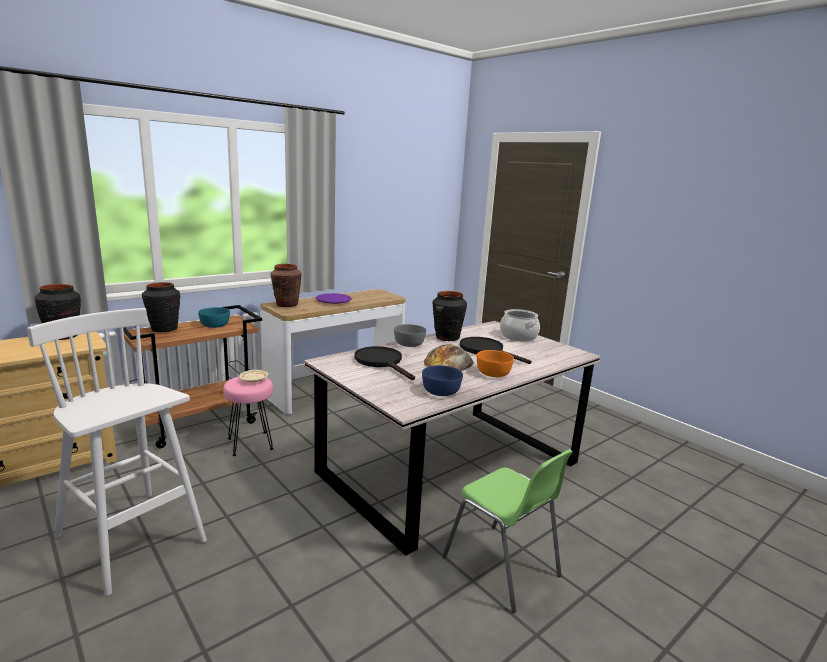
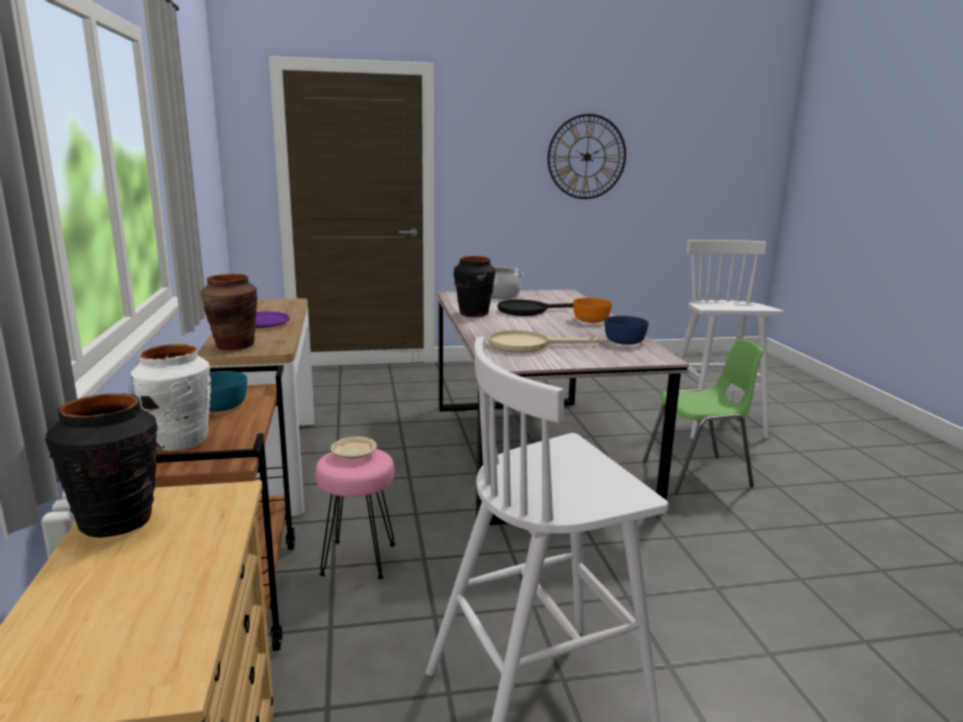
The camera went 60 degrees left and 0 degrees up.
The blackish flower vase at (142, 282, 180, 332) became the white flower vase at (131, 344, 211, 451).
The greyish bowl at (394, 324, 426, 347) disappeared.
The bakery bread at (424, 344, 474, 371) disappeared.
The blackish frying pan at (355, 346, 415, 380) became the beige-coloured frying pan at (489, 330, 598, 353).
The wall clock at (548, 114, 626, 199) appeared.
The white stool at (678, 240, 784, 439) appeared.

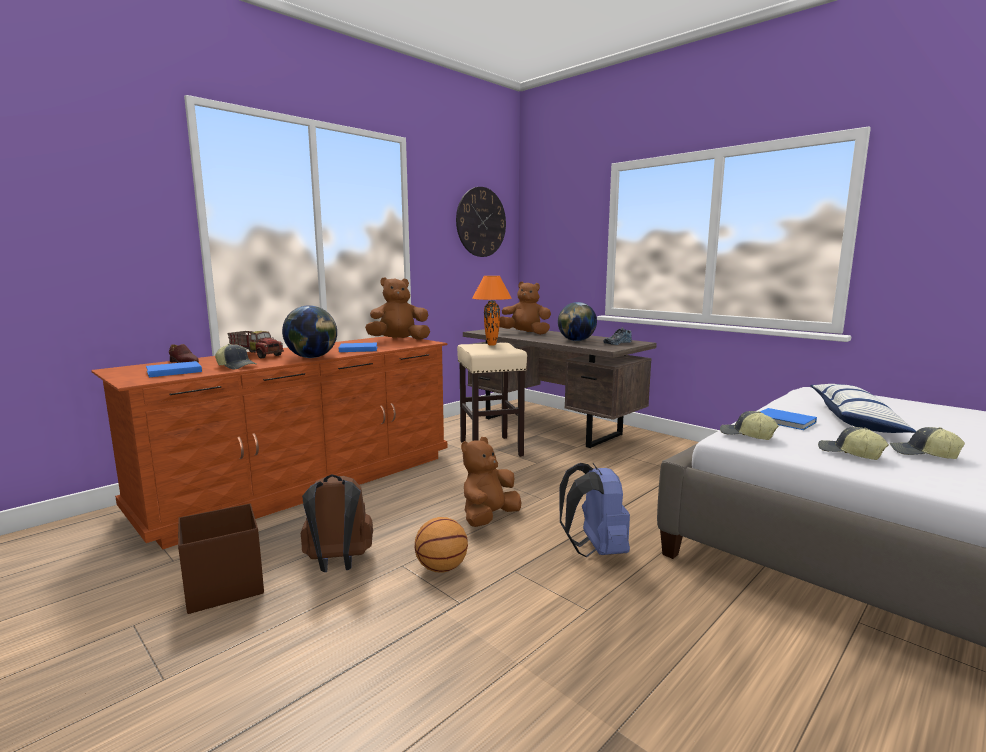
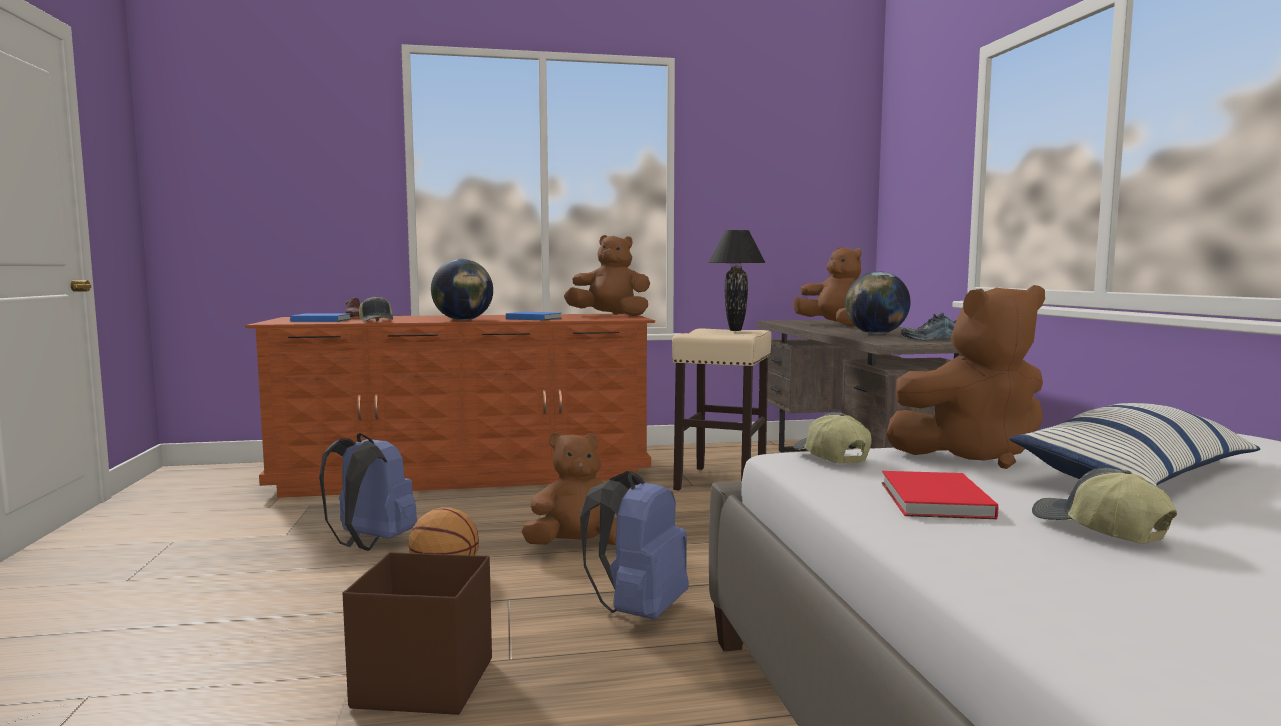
The camera went 35 degrees right and 5 degrees down.
The wall clock at (456, 187, 506, 257) disappeared.
The orangey lamp for a table at (472, 276, 512, 345) became the blackish lamp for a table at (708, 230, 766, 331).
The toy truck at (228, 331, 284, 359) disappeared.
The bluish bound book at (760, 408, 817, 430) was replaced by the brownish plush toy at (887, 285, 1045, 469).
The peaked cap at (818, 427, 889, 460) was replaced by the red-coloured bound book at (882, 471, 998, 519).
The brownish rucksack at (301, 474, 373, 572) became the bluish rucksack at (319, 433, 417, 551).
The brownish storage box moved from (178, 503, 264, 614) to (343, 552, 492, 715).

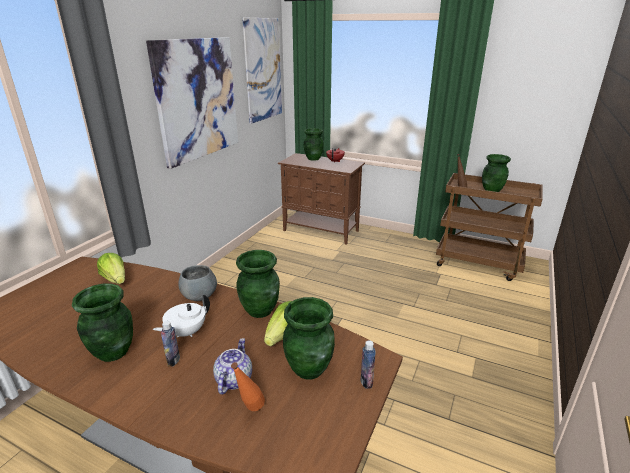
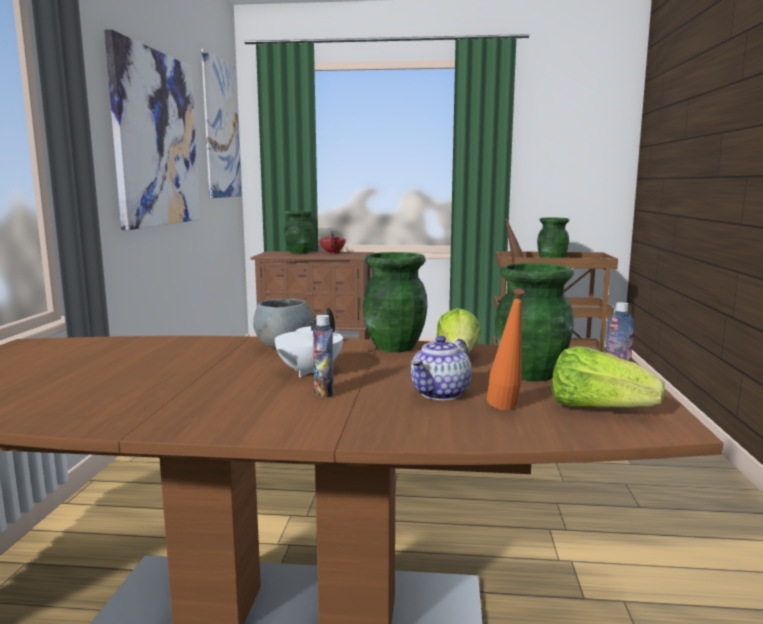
The camera went 20 degrees left and 15 degrees down.
The lettuce moved from (97, 253, 125, 284) to (551, 346, 665, 408).
The green-coloured flower vase at (72, 284, 133, 362) disappeared.
The tea pot at (213, 338, 252, 394) turned 135 degrees counterclockwise.

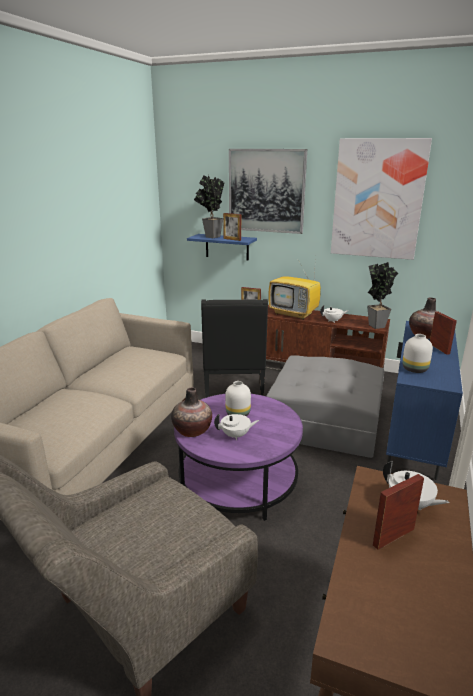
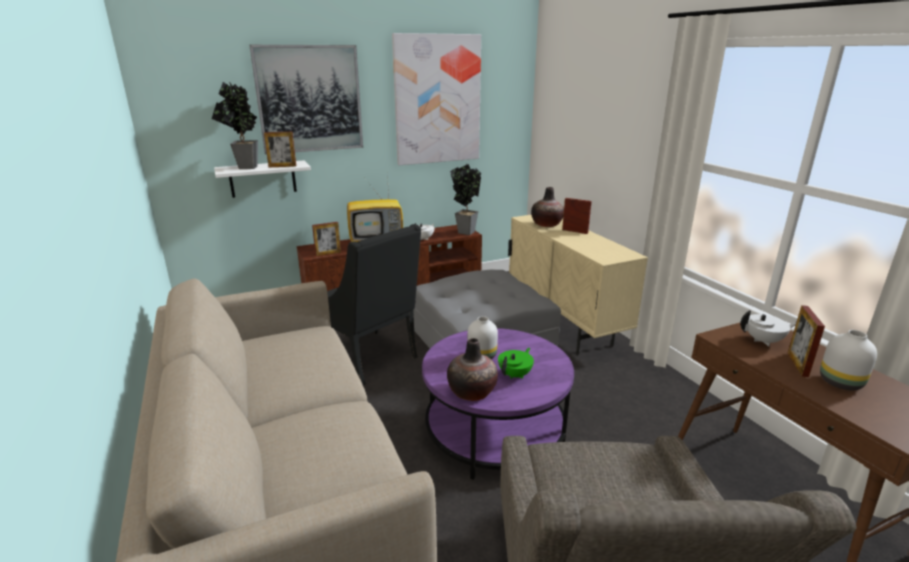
The camera went 45 degrees left and 0 degrees up.
The bluish shelf at (187, 234, 257, 260) became the white shelf at (214, 160, 311, 198).
The bluish cabinet at (386, 321, 463, 480) became the beige-coloured cabinet at (508, 215, 648, 356).
The white flower vase moved from (402, 334, 433, 373) to (820, 330, 877, 390).
The white tea pot at (214, 414, 259, 440) became the green-coloured tea pot at (498, 348, 534, 379).

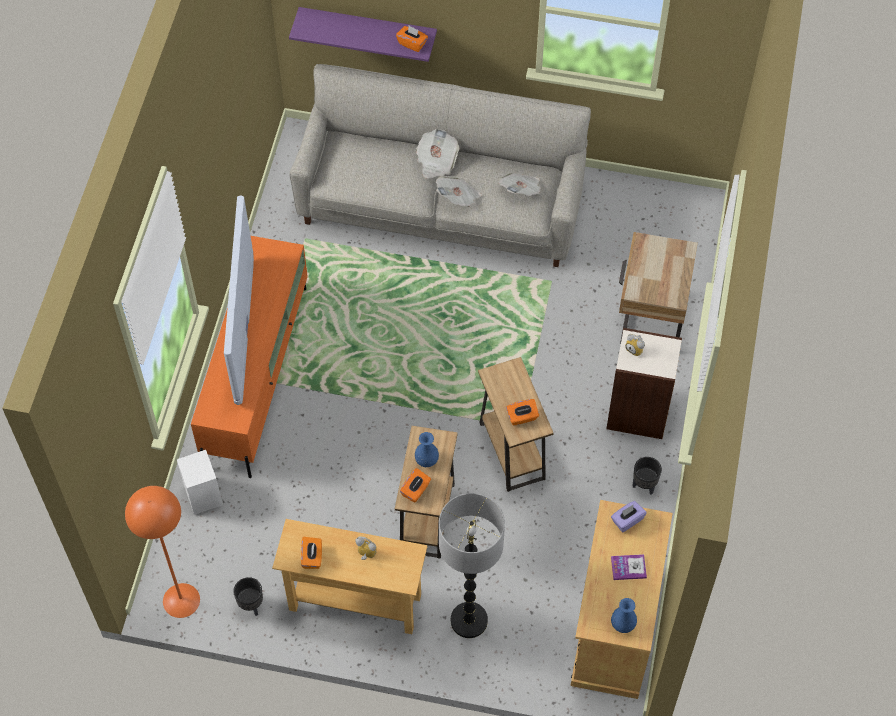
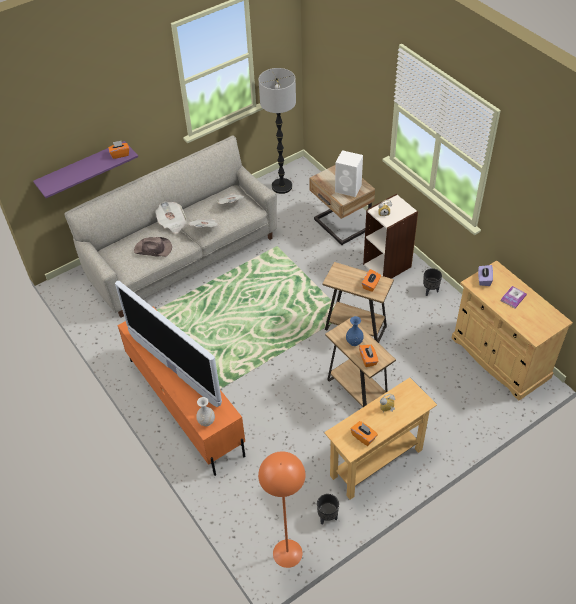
The camera went 45 degrees left and 10 degrees down.
The white audio speaker moved from (177, 450, 223, 515) to (335, 150, 363, 197).
The standard lamp moved from (439, 493, 505, 638) to (258, 68, 296, 194).
The bluish flower vase at (611, 598, 637, 633) disappeared.
The brownish clothing hat at (134, 237, 172, 257) appeared.
The white flower vase at (196, 397, 215, 426) appeared.

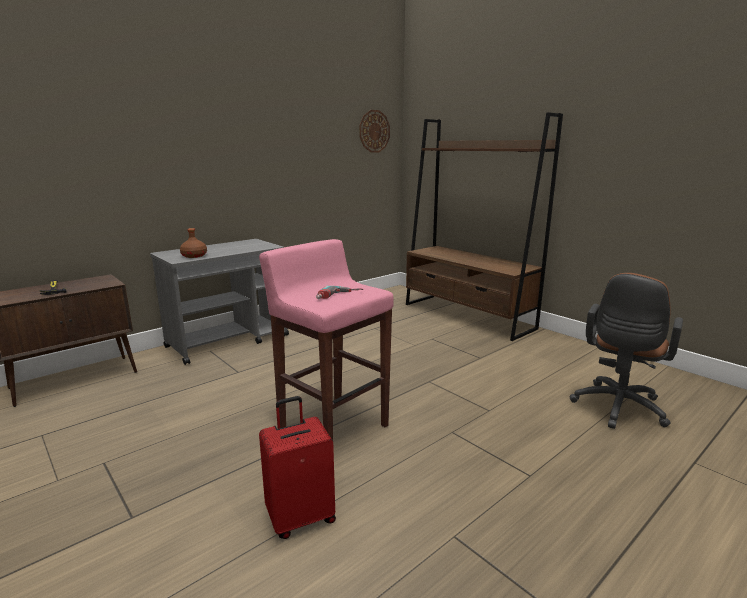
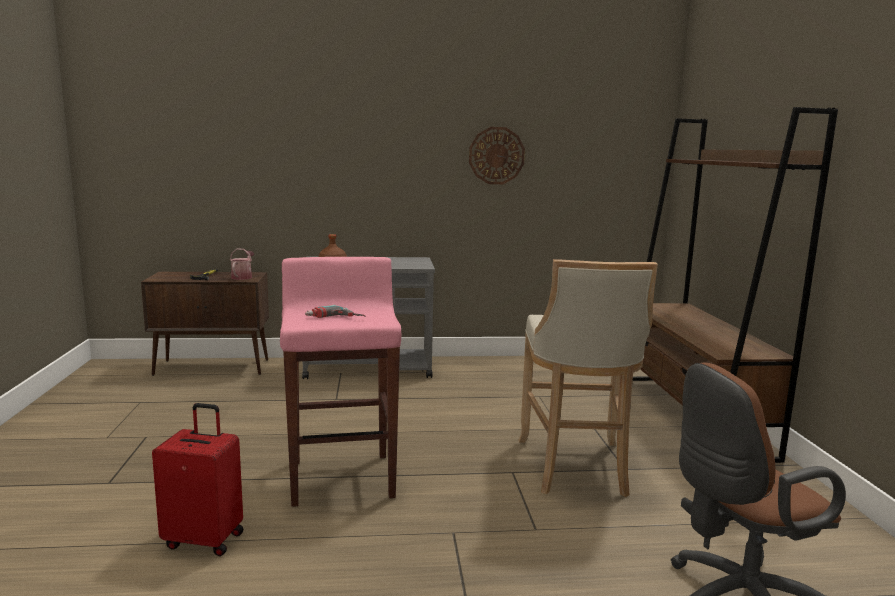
The camera went 35 degrees right and 5 degrees down.
The wall clock moved from (359, 110, 390, 153) to (469, 127, 525, 184).
The sprinkling can at (230, 248, 254, 280) appeared.
The beige-coloured stool at (519, 259, 658, 497) appeared.

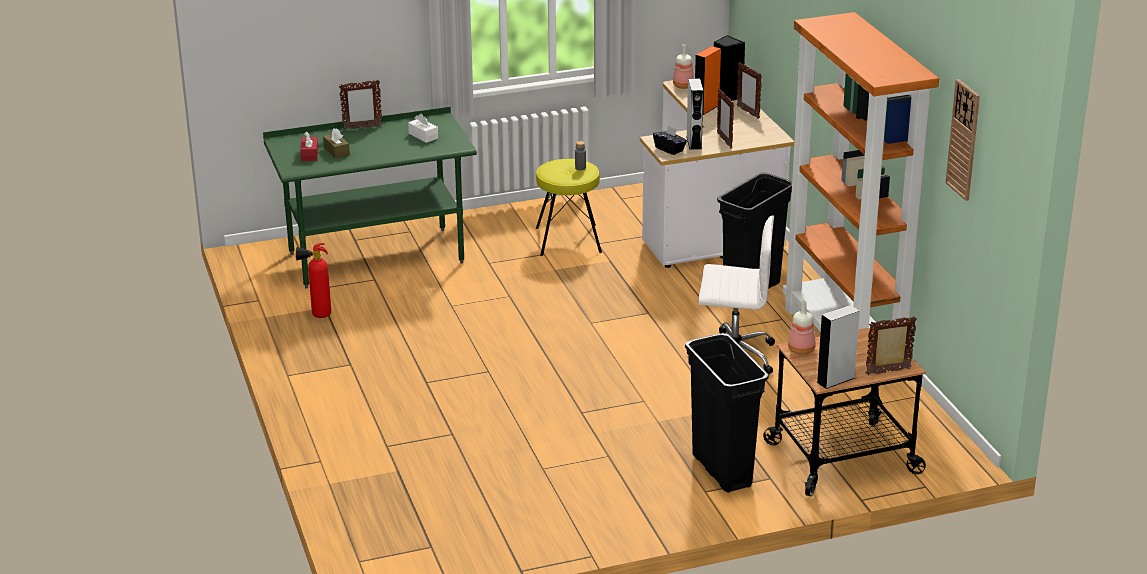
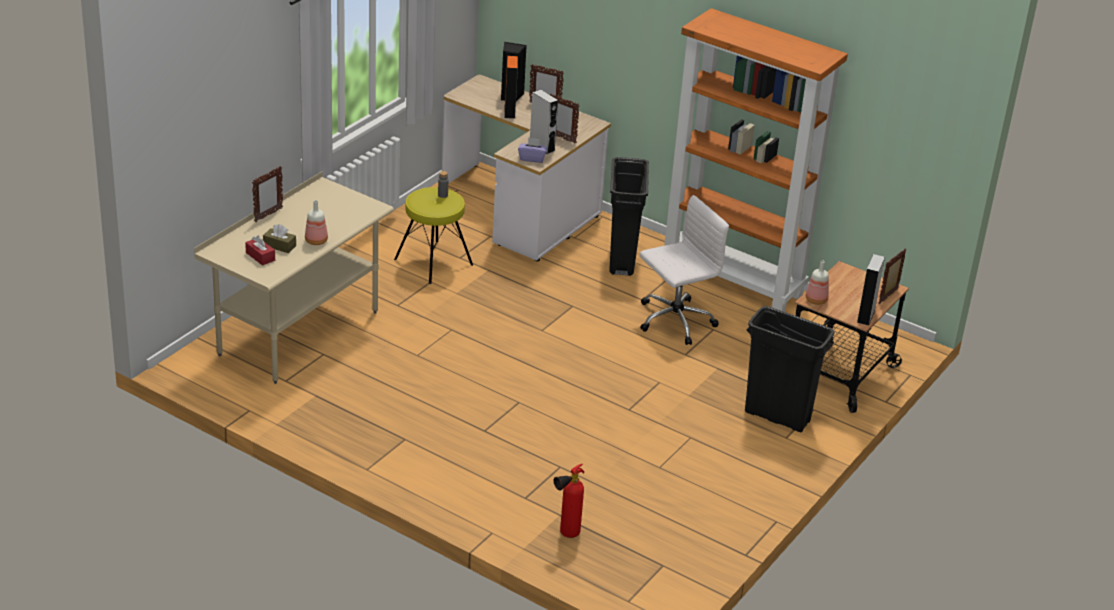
The camera went 40 degrees left and 5 degrees up.
The beverage bottle moved from (673, 44, 694, 89) to (305, 200, 328, 245).
The wall clock at (946, 79, 980, 201) disappeared.
The green-coloured desk unit at (263, 107, 477, 288) became the beige-coloured desk unit at (194, 172, 394, 384).
The white box of tissues at (408, 113, 438, 143) disappeared.
The blackish box of tissues at (653, 125, 687, 155) became the purplish box of tissues at (518, 138, 547, 163).
The extinguisher moved from (296, 243, 331, 318) to (553, 464, 584, 538).

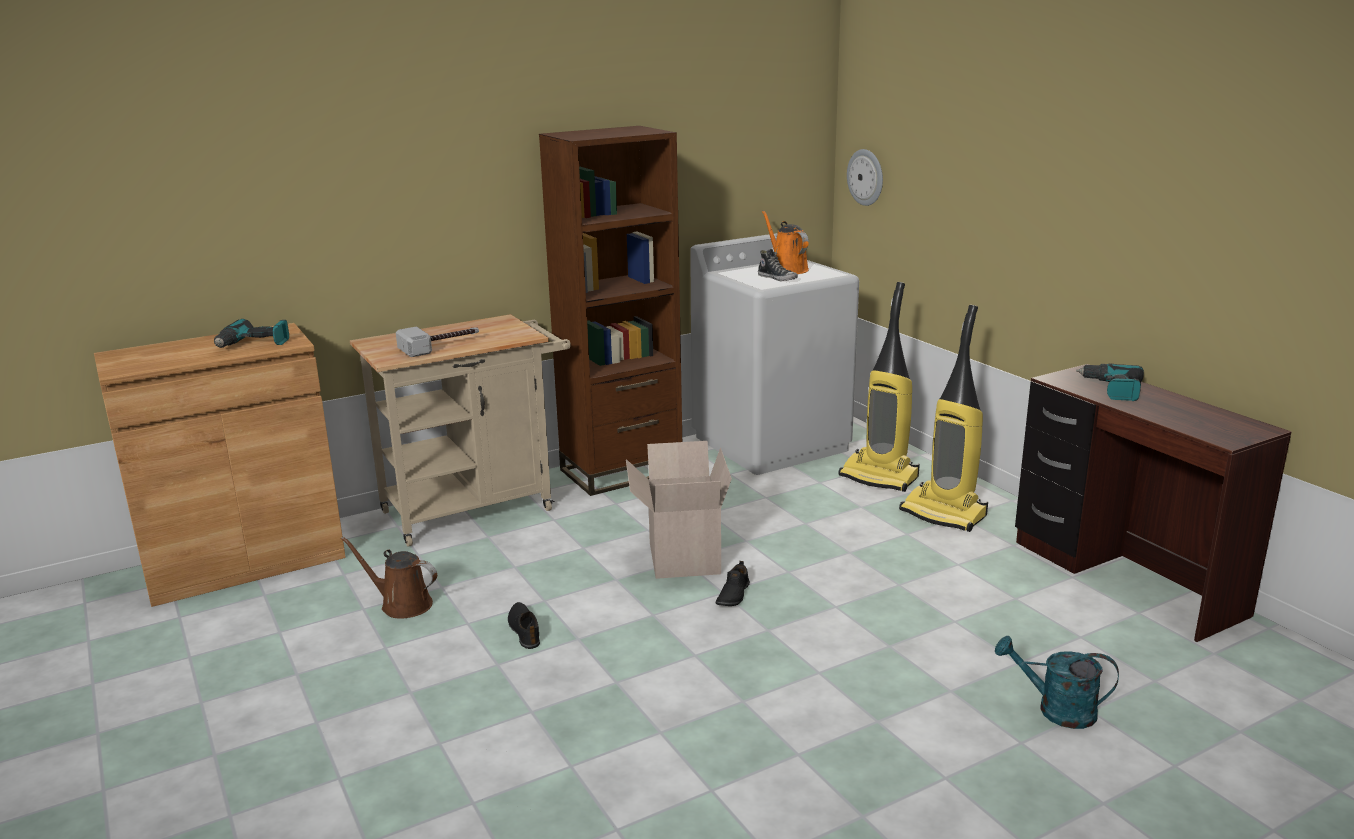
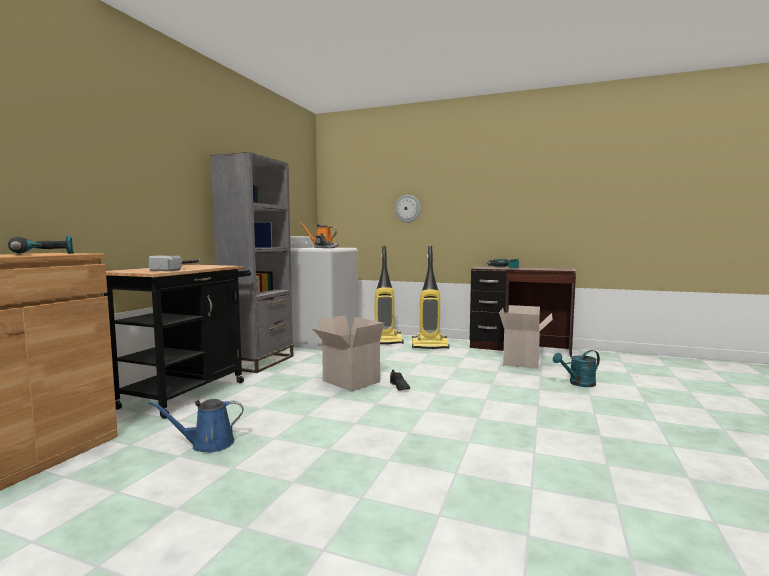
The camera went 40 degrees left and 15 degrees down.
The brownish shelving unit at (539, 126, 682, 496) became the greyish shelving unit at (211, 152, 293, 373).
The wall clock moved from (847, 149, 883, 206) to (395, 195, 421, 223).
The beige-coloured wheeled cart at (350, 314, 571, 547) became the blackish wheeled cart at (104, 264, 251, 419).
The brownish sprinkling can at (341, 537, 437, 619) became the bluish sprinkling can at (149, 399, 243, 453).
The blackish item of footwear at (508, 602, 540, 649) disappeared.
The cardboard box at (499, 305, 553, 369) appeared.

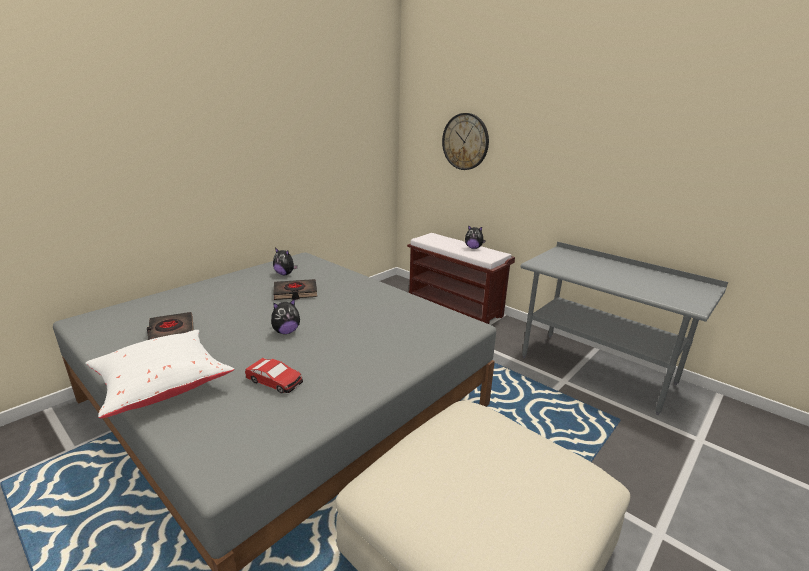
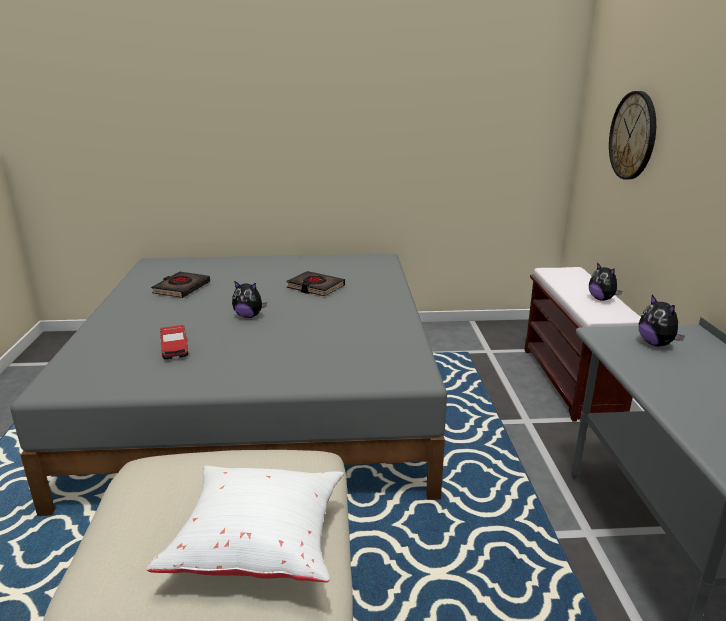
The camera went 45 degrees right and 0 degrees up.
The plush toy moved from (273, 248, 298, 275) to (639, 295, 685, 346).
The white pillow moved from (85, 330, 234, 418) to (146, 466, 344, 583).

